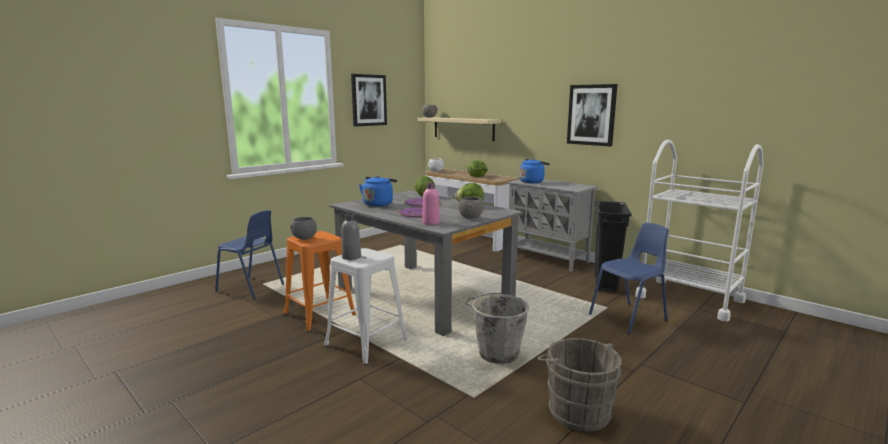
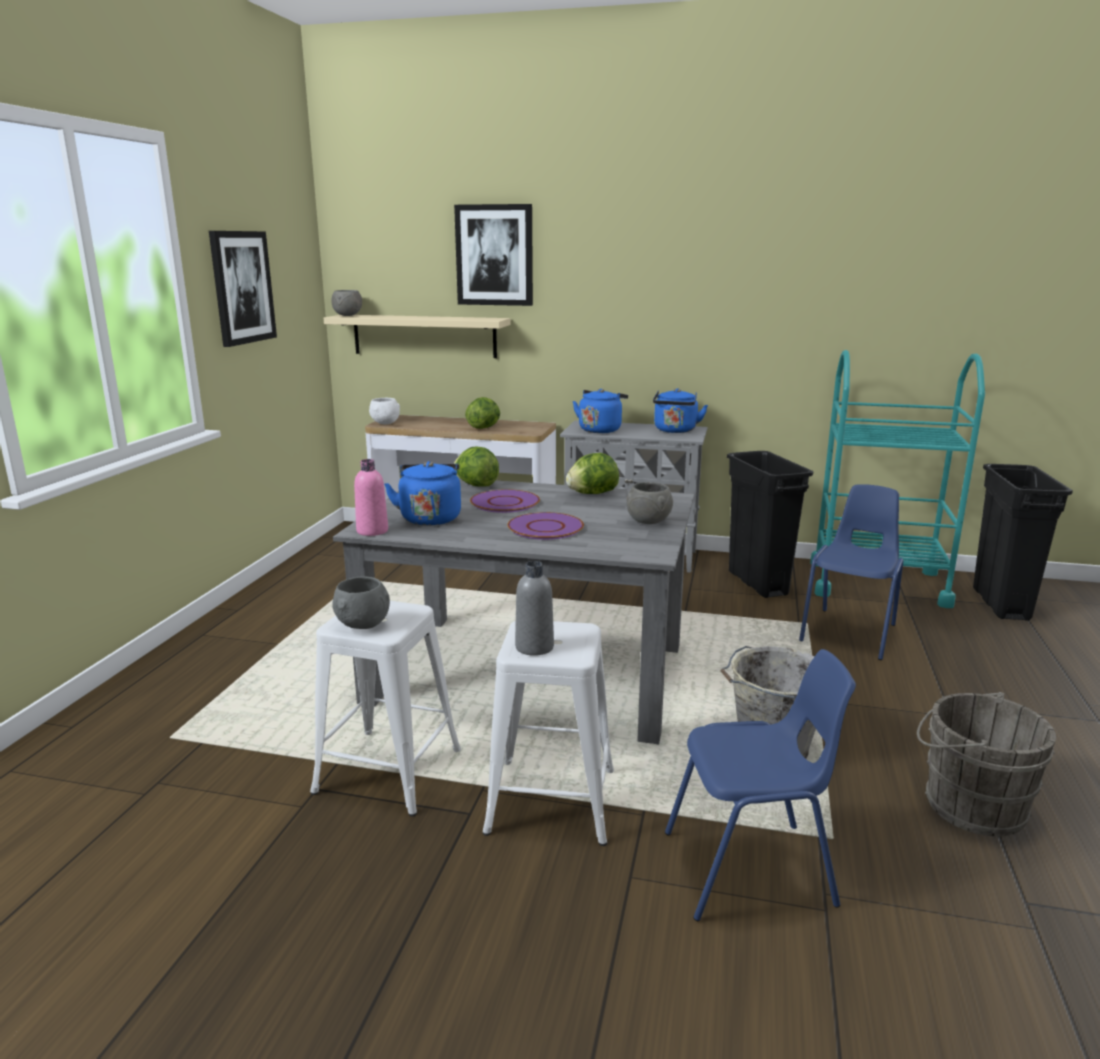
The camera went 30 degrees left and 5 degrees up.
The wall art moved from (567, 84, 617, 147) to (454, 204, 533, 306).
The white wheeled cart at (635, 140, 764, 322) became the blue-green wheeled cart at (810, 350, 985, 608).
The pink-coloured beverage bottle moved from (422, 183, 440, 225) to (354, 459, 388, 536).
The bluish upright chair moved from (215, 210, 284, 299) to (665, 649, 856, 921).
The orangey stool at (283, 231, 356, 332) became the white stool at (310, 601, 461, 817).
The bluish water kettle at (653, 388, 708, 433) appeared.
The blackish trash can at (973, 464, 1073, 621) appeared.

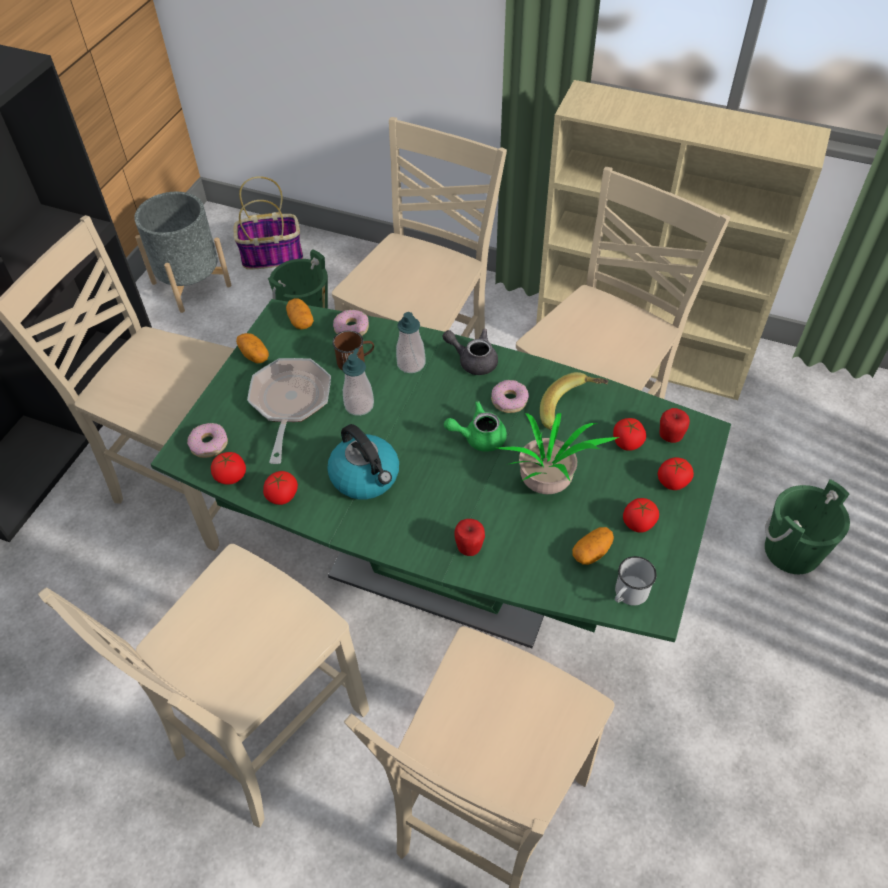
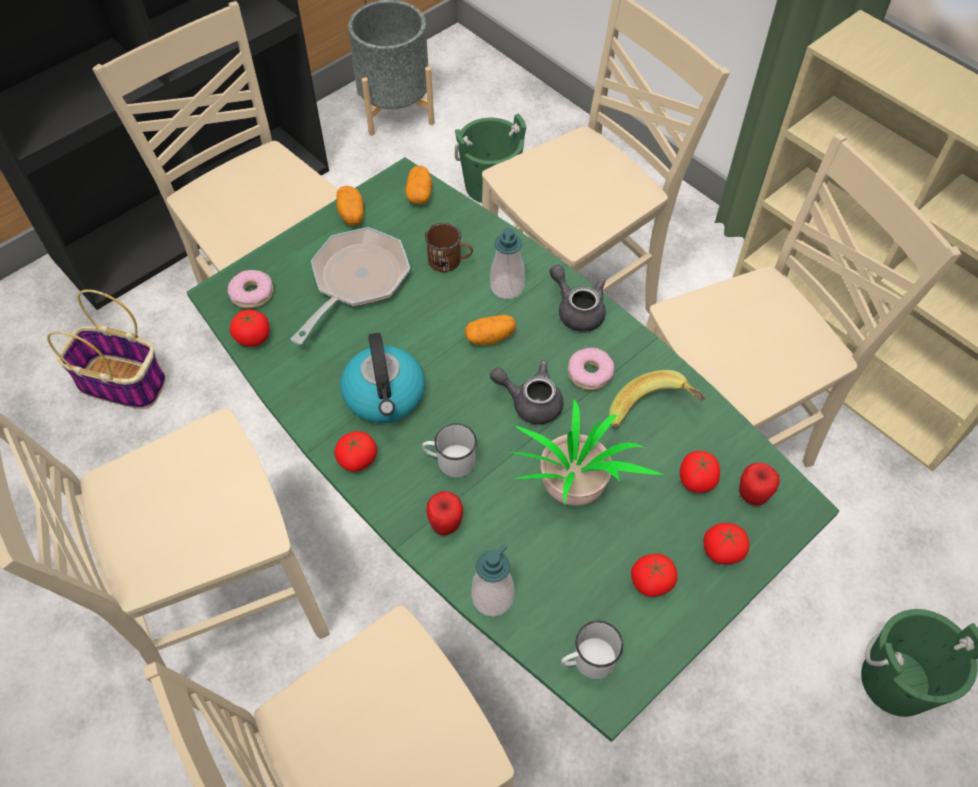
The camera went 25 degrees right and 5 degrees up.
The basket moved from (234, 176, 303, 270) to (47, 289, 166, 409).
The doughnut at (333, 310, 369, 336) disappeared.
The soap bottle moved from (342, 348, 374, 416) to (471, 544, 514, 617).
The green-coloured tea pot at (444, 401, 507, 452) became the greyish tea pot at (490, 360, 563, 424).
The tomato moved from (263, 471, 298, 505) to (334, 431, 377, 472).
The potato moved from (572, 527, 614, 565) to (465, 315, 516, 345).
The white mug at (422, 423, 477, 478) appeared.

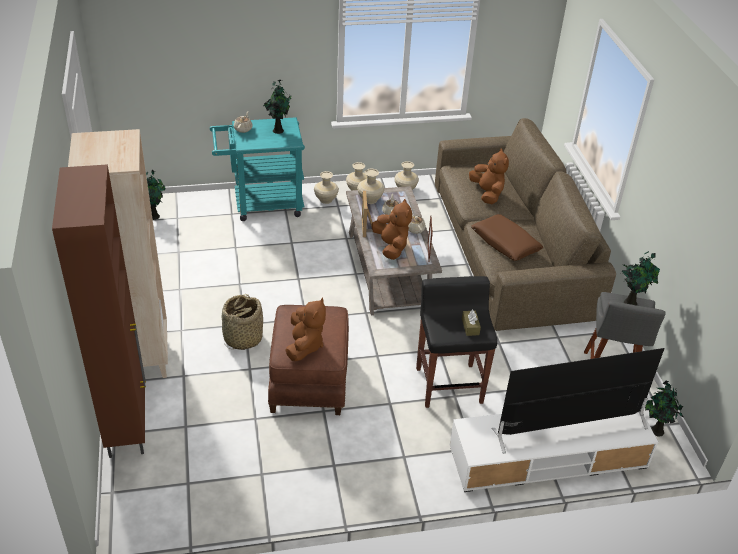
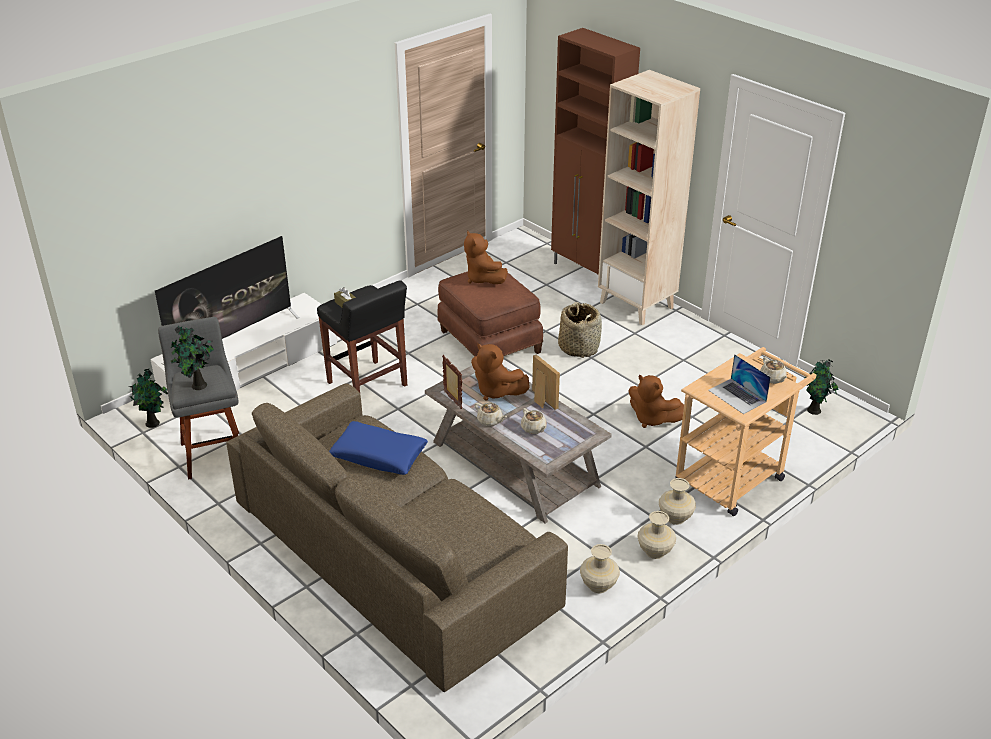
The camera went 150 degrees right and 5 degrees down.
The houseplant at (263, 80, 292, 134) was replaced by the notebook computer at (708, 354, 771, 414).
The blue-green wheeled cart at (210, 117, 305, 221) became the beige-coloured wheeled cart at (675, 347, 816, 516).
The brownish plush toy moved from (469, 149, 509, 204) to (629, 375, 684, 428).
The beige-coloured flower vase at (357, 169, 385, 204) disappeared.
The brownish pillow at (471, 214, 543, 261) became the bluish pillow at (329, 421, 428, 475).

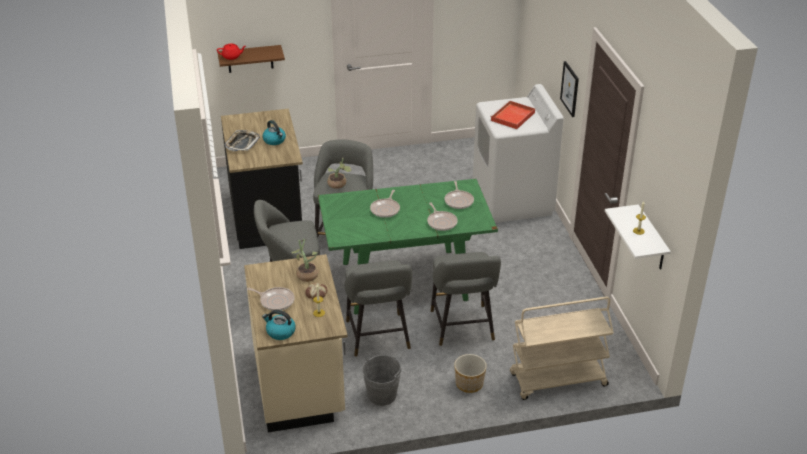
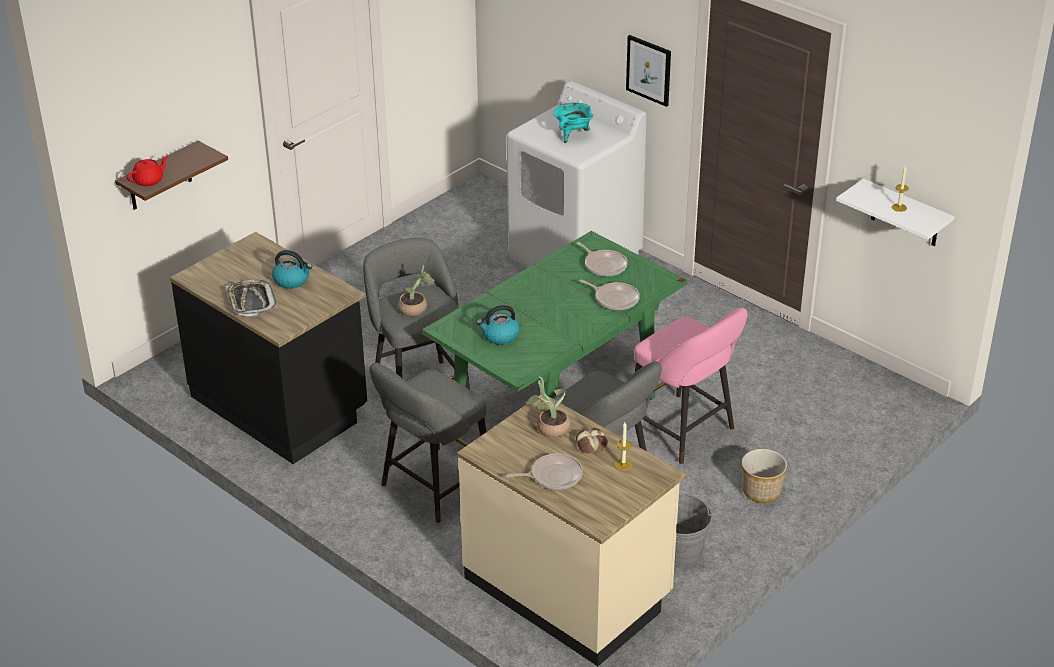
The camera went 35 degrees left and 0 degrees up.
The red-coloured serving tray at (490, 100, 535, 129) was replaced by the blue-green stockpot at (554, 102, 593, 143).
The frying pan at (370, 190, 400, 218) disappeared.
The greyish stool at (431, 252, 501, 346) became the pink-coloured stool at (634, 308, 748, 464).
The beige-coloured wheeled cart at (510, 297, 614, 400) disappeared.
The water kettle moved from (262, 310, 296, 340) to (477, 305, 520, 345).

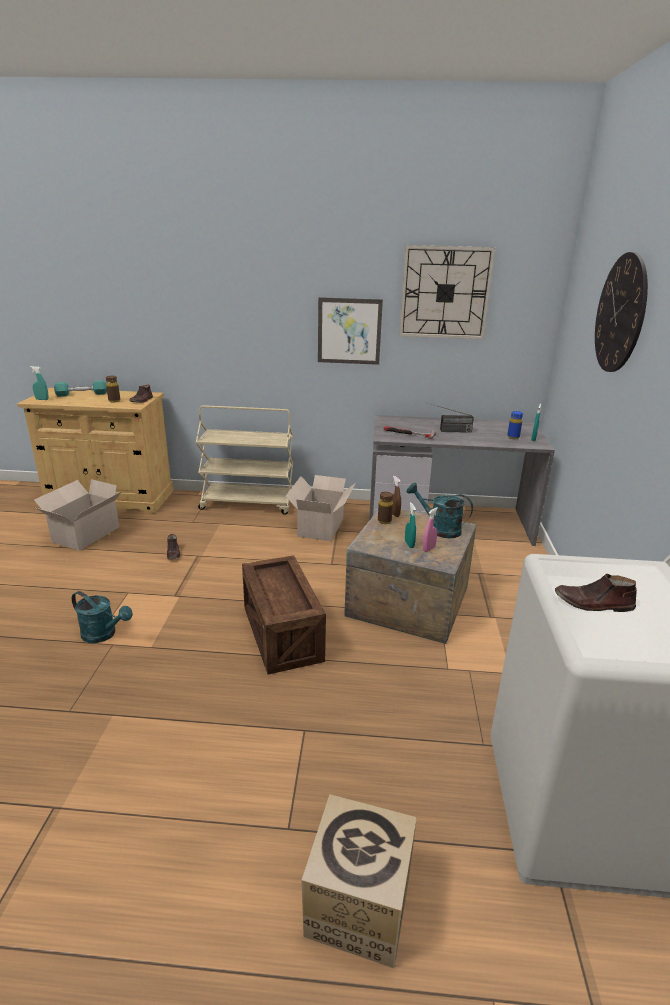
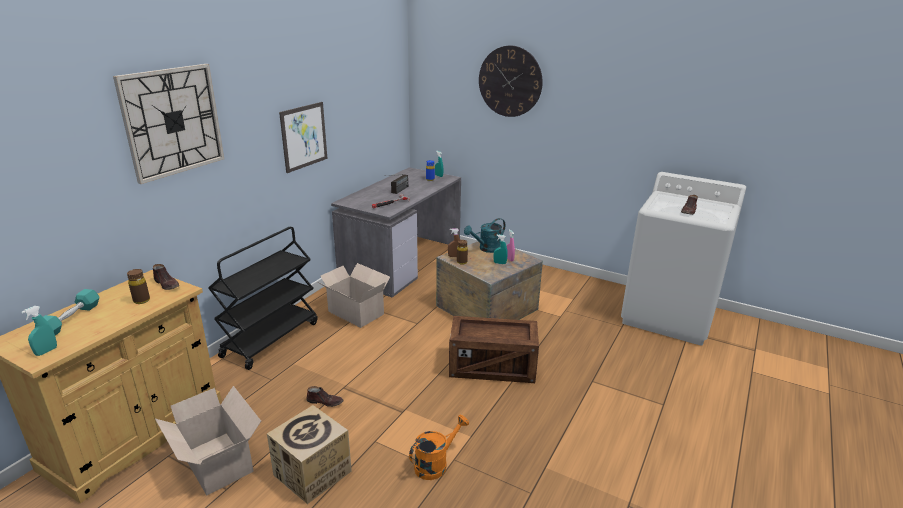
The camera went 65 degrees left and 0 degrees up.
The wall clock moved from (399, 245, 495, 339) to (113, 64, 224, 184).
The beige-coloured wheeled cart at (196, 405, 293, 515) became the blackish wheeled cart at (208, 227, 318, 370).
The blue-green sprinkling can at (72, 591, 133, 643) became the orangey sprinkling can at (409, 415, 469, 480).
The cardboard box moved from (301, 794, 417, 968) to (267, 405, 352, 504).

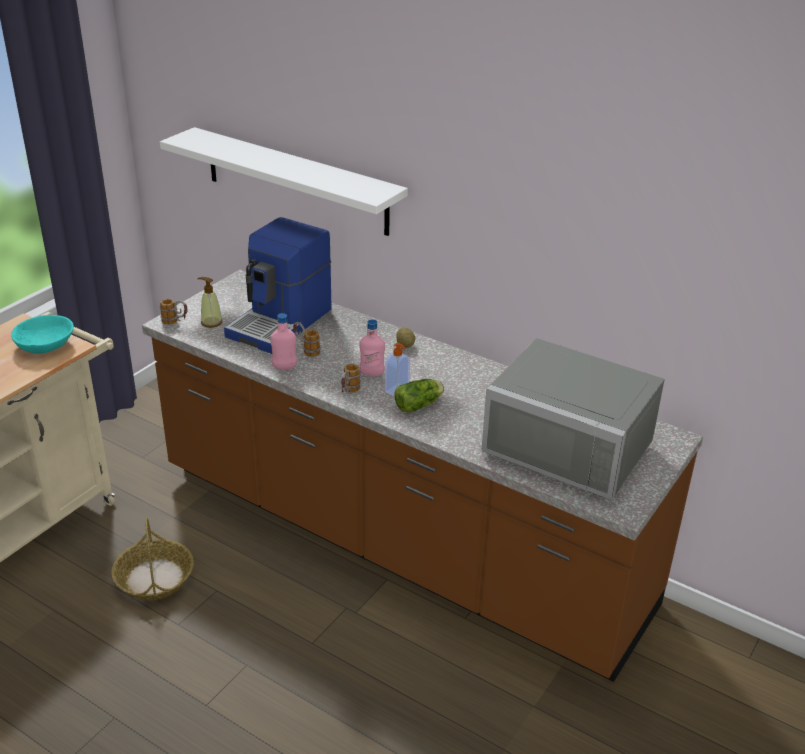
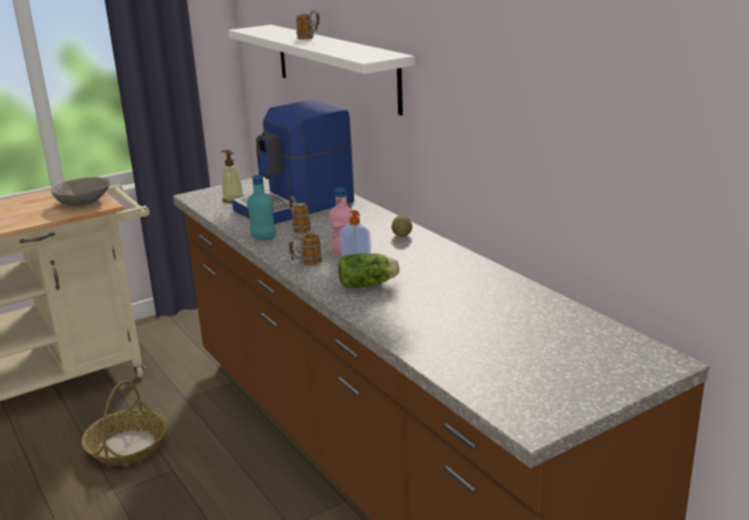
The camera went 25 degrees right and 10 degrees down.
The mug moved from (160, 299, 187, 325) to (296, 10, 320, 40).
The pink-coloured beverage bottle at (270, 313, 297, 370) became the blue-green beverage bottle at (247, 175, 276, 240).
The blue-green bowl at (11, 315, 74, 354) became the greyish bowl at (51, 177, 110, 206).
The greyish kitchen microwave at (481, 338, 665, 500) disappeared.

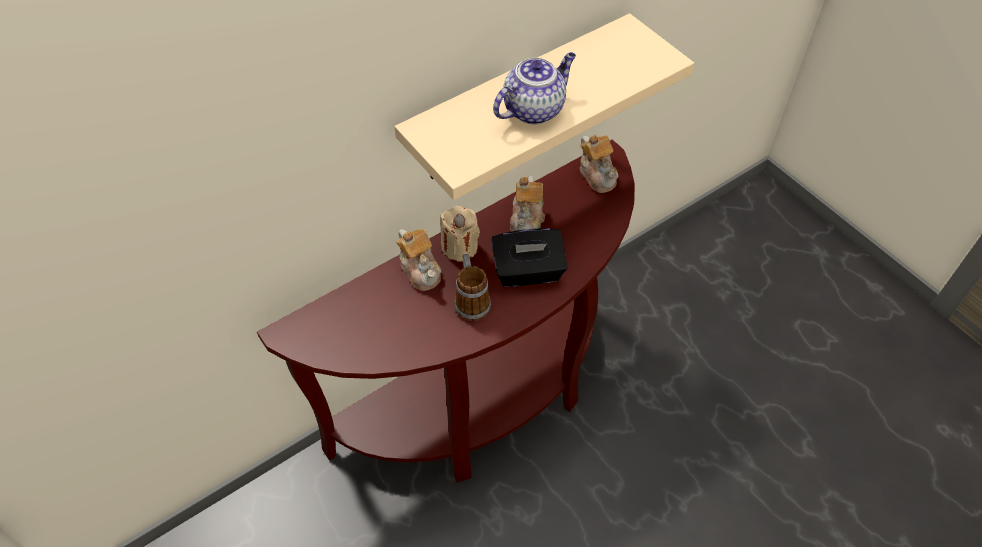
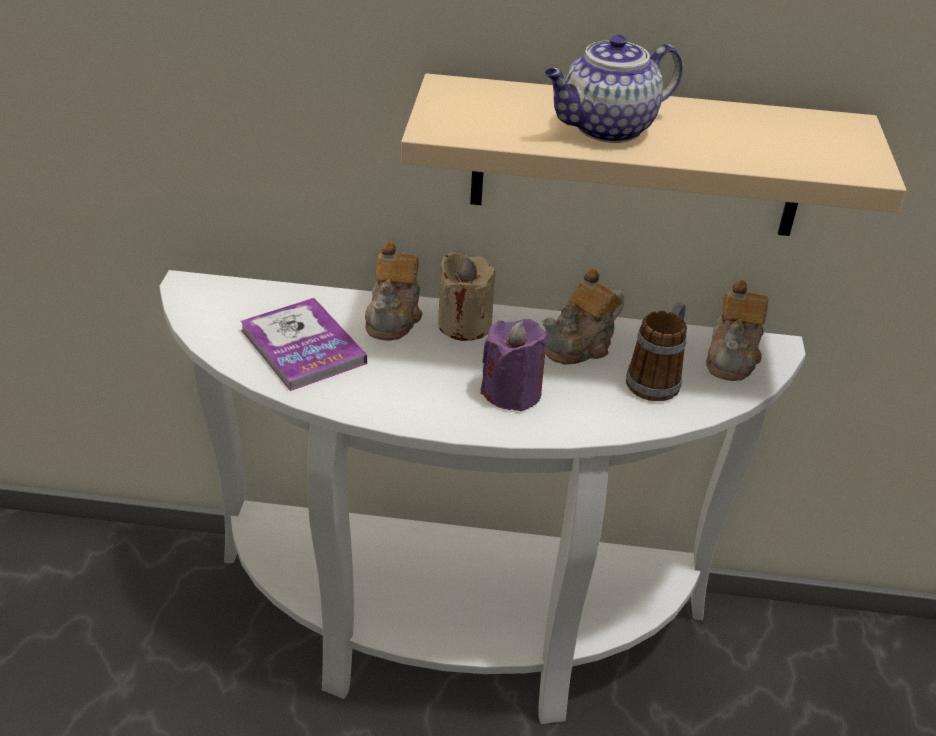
The camera went 40 degrees right and 15 degrees down.
The tea pot at (493, 52, 576, 125) turned 150 degrees clockwise.
The brownish narrow table at (257, 140, 635, 483) became the white narrow table at (159, 270, 806, 724).
The blackish box of tissues at (491, 228, 568, 287) was replaced by the purplish candle at (481, 319, 548, 412).
The mug moved from (454, 254, 491, 321) to (626, 302, 687, 401).
The bound book at (240, 298, 367, 391) appeared.

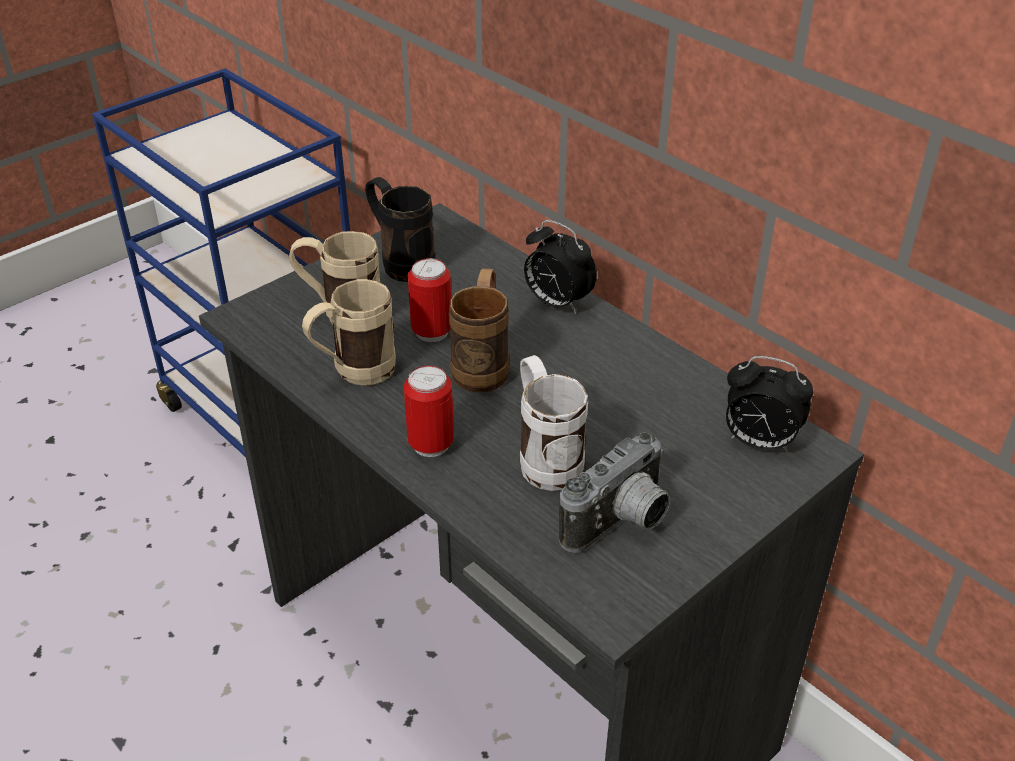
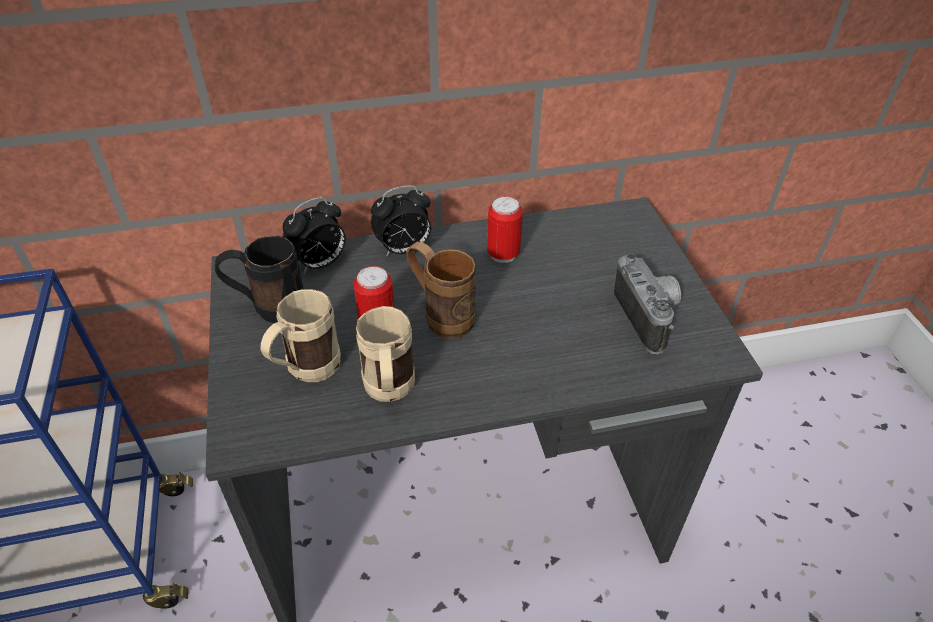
The camera went 60 degrees left and 5 degrees up.
The white mug at (520, 355, 588, 491) disappeared.
The table clock moved from (726, 356, 813, 453) to (282, 197, 346, 274).
The can moved from (404, 365, 454, 457) to (487, 196, 523, 263).

